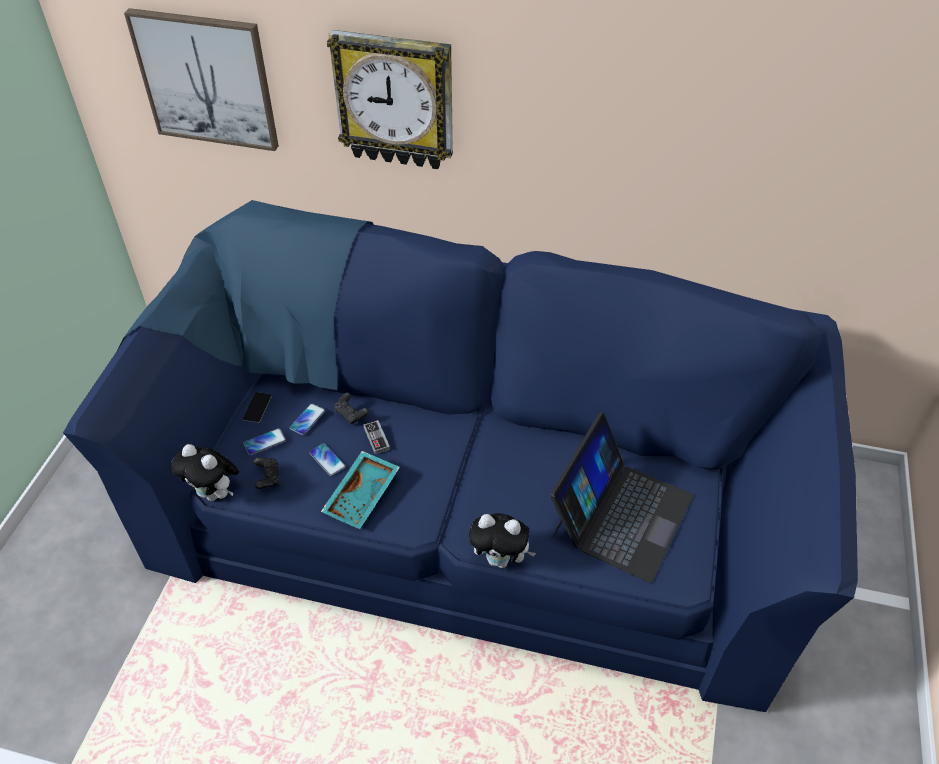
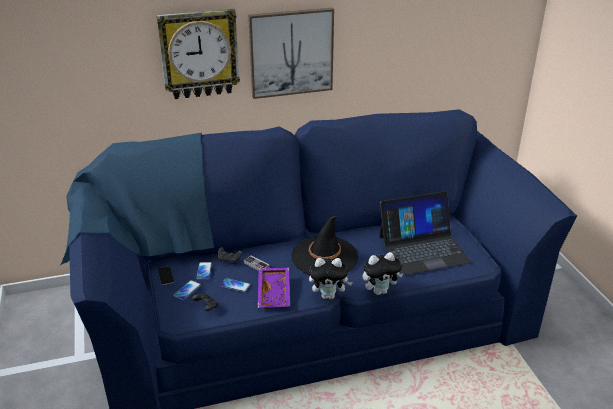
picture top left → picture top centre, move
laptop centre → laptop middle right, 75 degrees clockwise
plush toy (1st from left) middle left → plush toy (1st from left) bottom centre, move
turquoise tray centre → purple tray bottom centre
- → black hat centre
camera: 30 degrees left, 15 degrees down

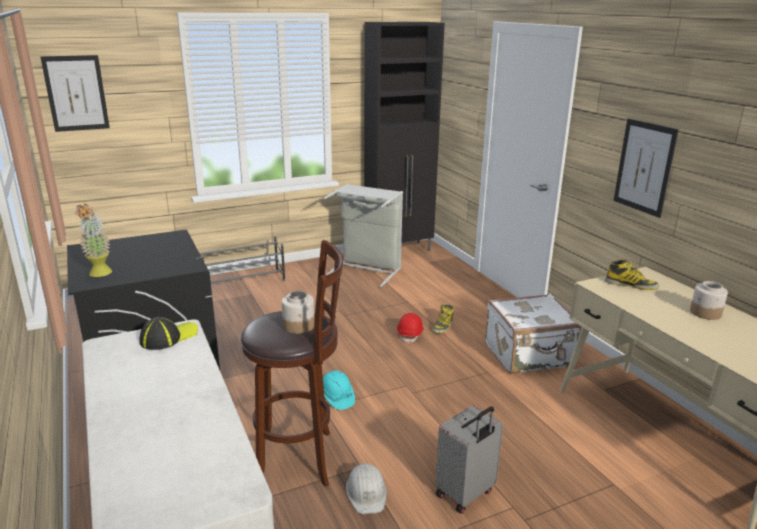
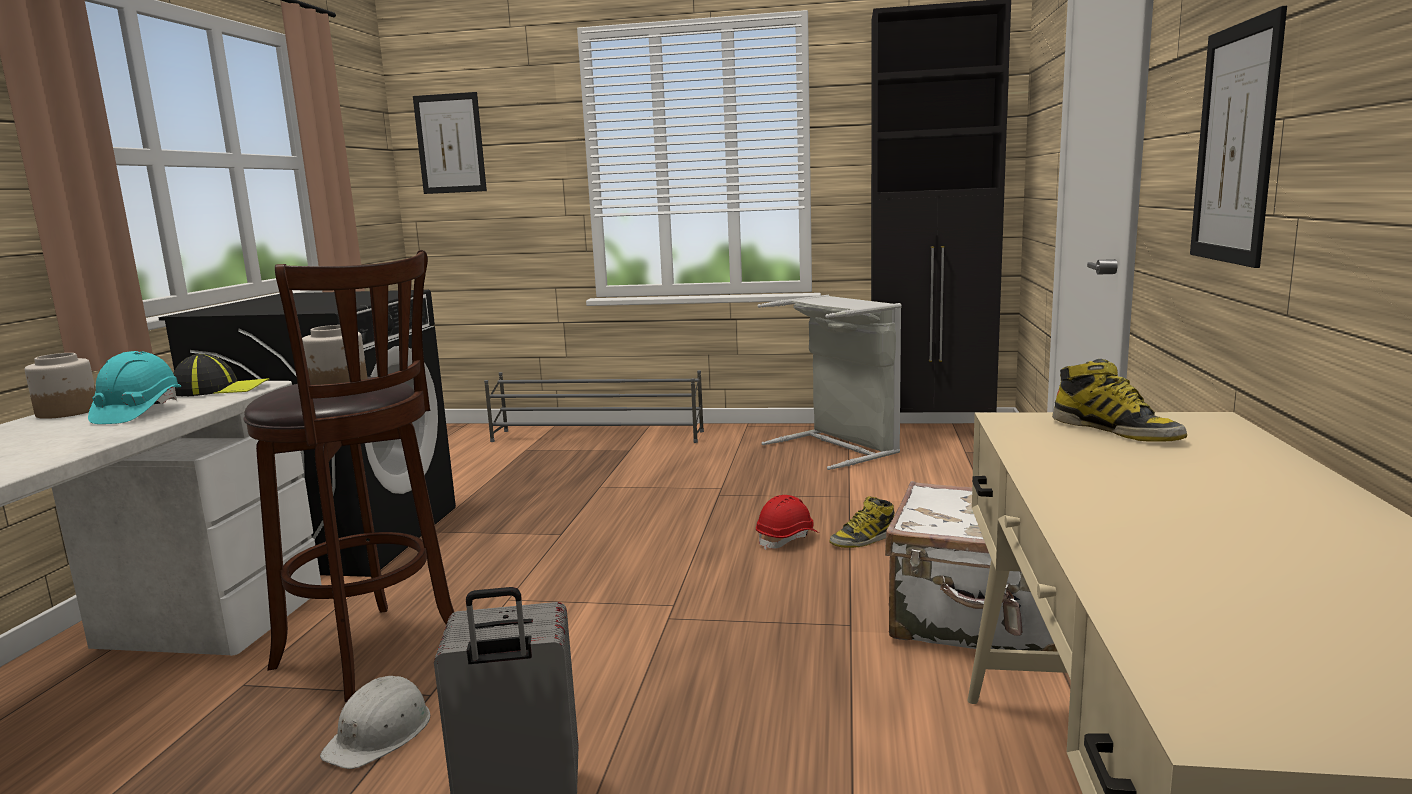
potted plant middle left → -
jar (2nd from left in the first image) middle right → jar (1st from left) middle left, move
turquoise hard hat bottom centre → turquoise hard hat middle left, move
camera: 35 degrees right, 10 degrees down

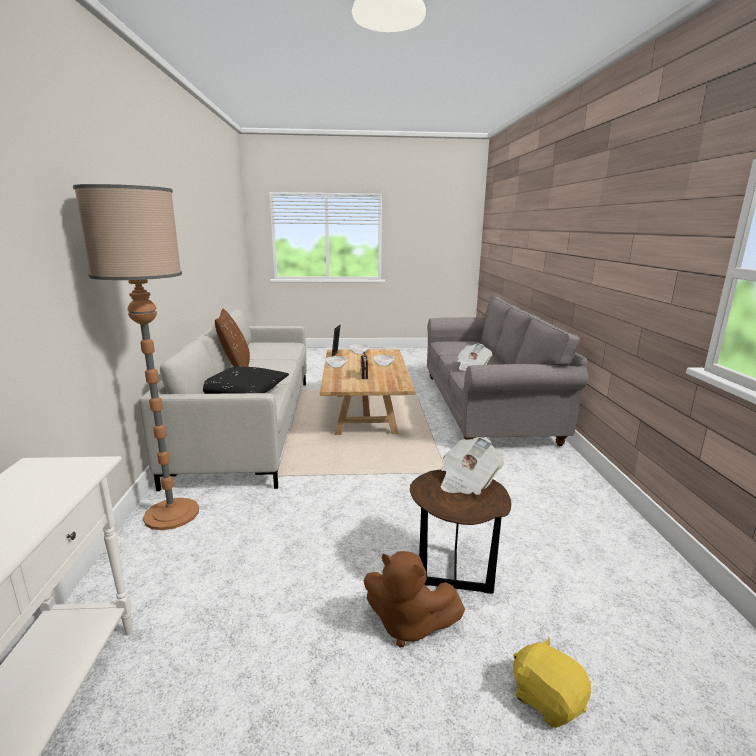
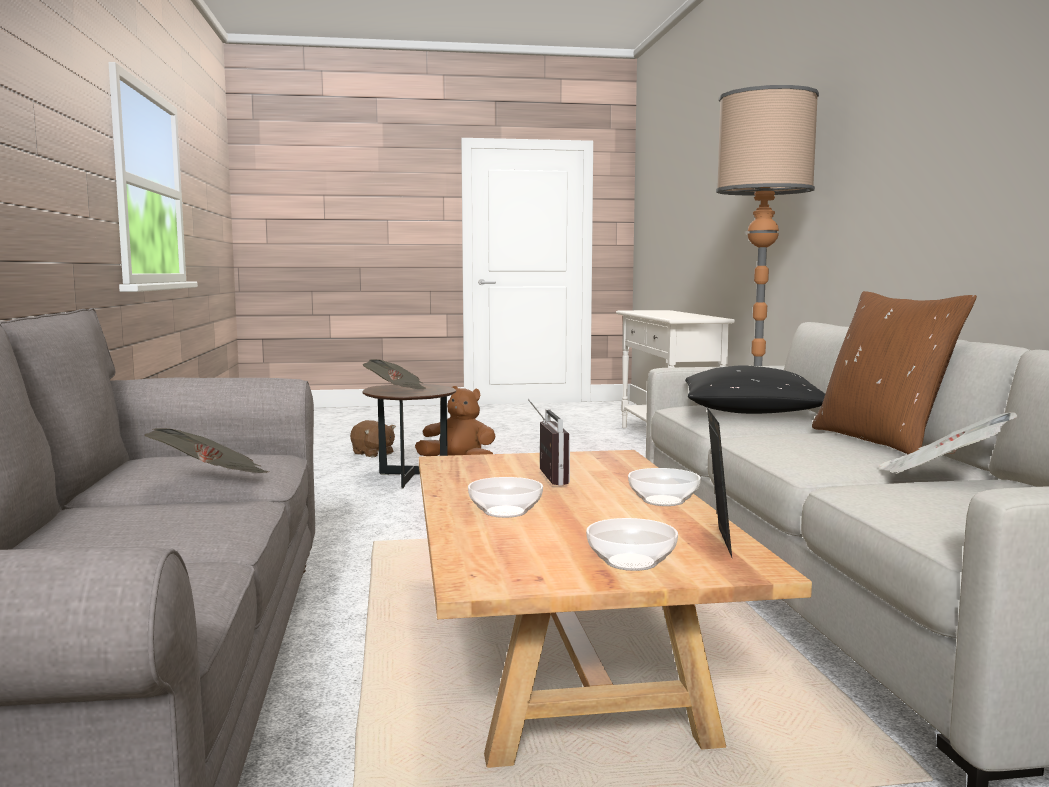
yellow plush toy bottom right → brown plush toy (1st from left) centre
- → newspaper (3rd from left) middle right
camera: 175 degrees right, 10 degrees down

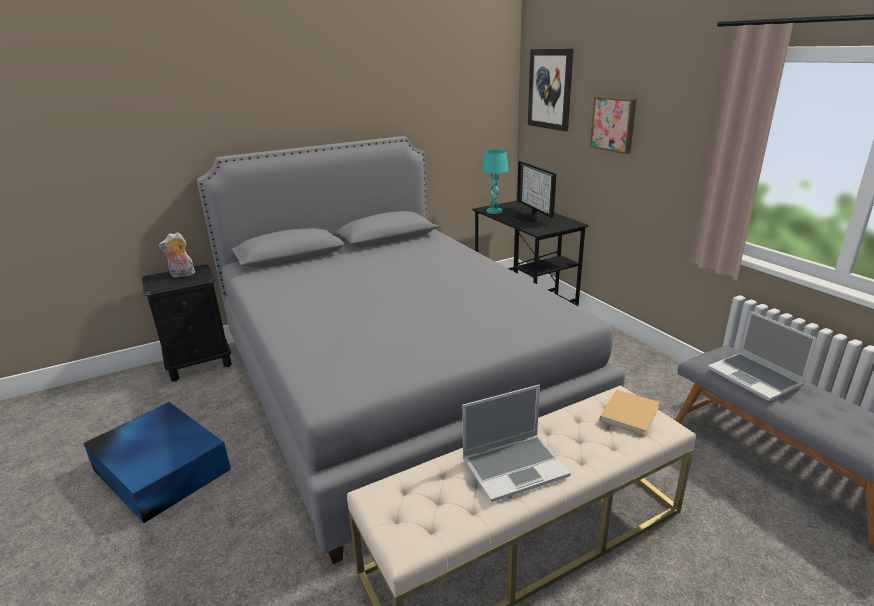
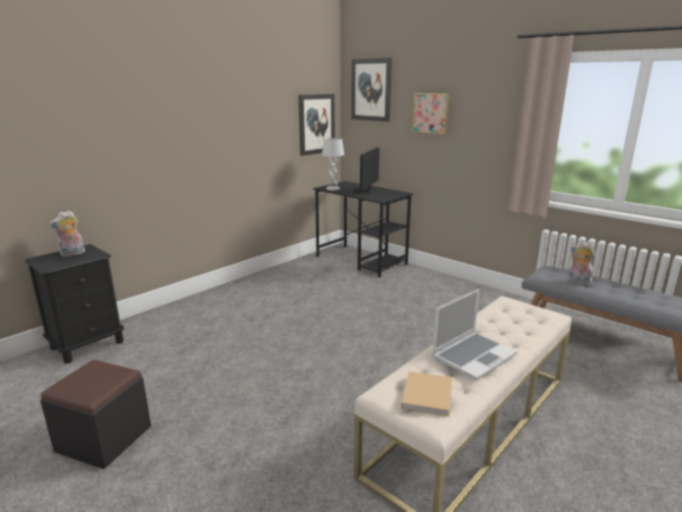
grey bed centre → -
turquoise table lamp top centre → white table lamp top centre
monitor top centre, 60 degrees clockwise
laptop (2nd from left) middle right → plush toy (2nd from left) middle right
beige book bottom right → beige book bottom centre, move
blue storage box bottom left → black ottoman bottom left
- → picture (1st from left) top centre
camera: 20 degrees left, 5 degrees down

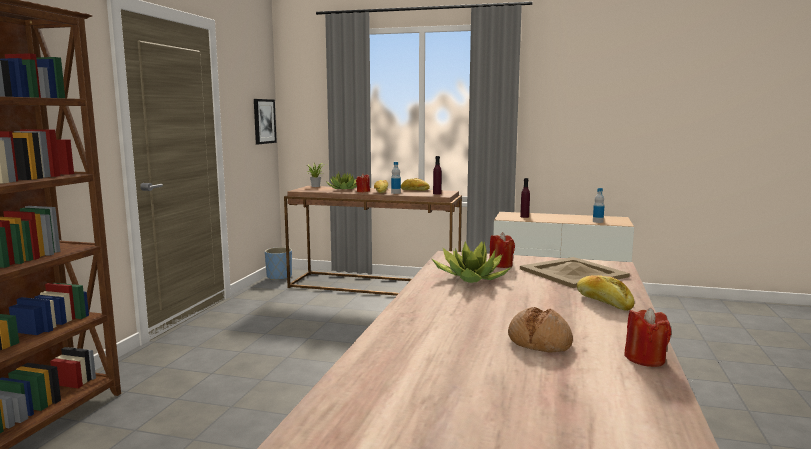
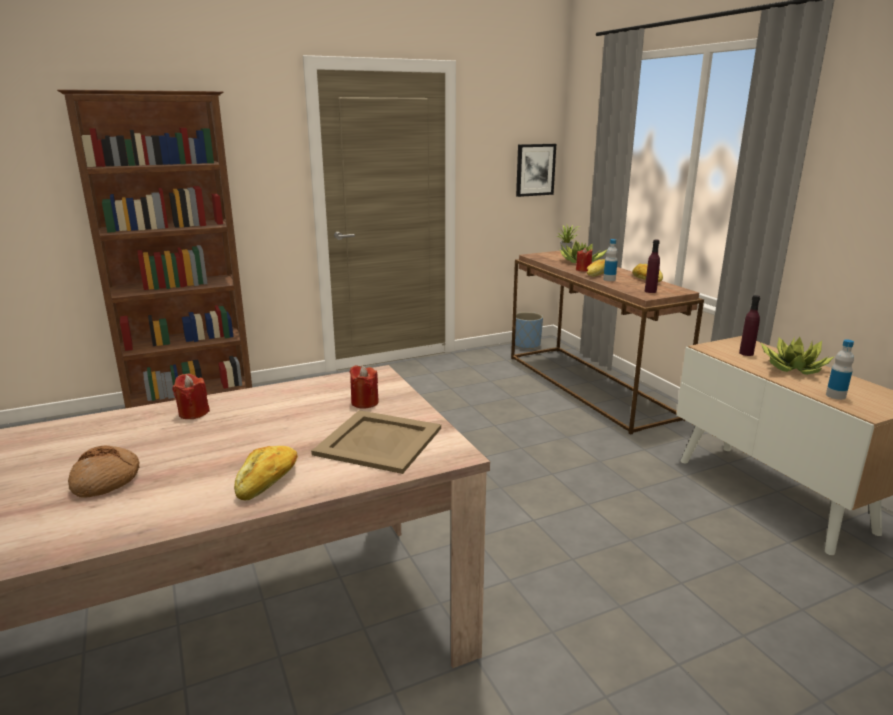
potted plant (3rd from left) centre → potted plant (3rd from left) middle right, move
red candle (3rd from left in the first image) bottom right → red candle (1st from left) middle left, move
camera: 50 degrees right, 10 degrees up

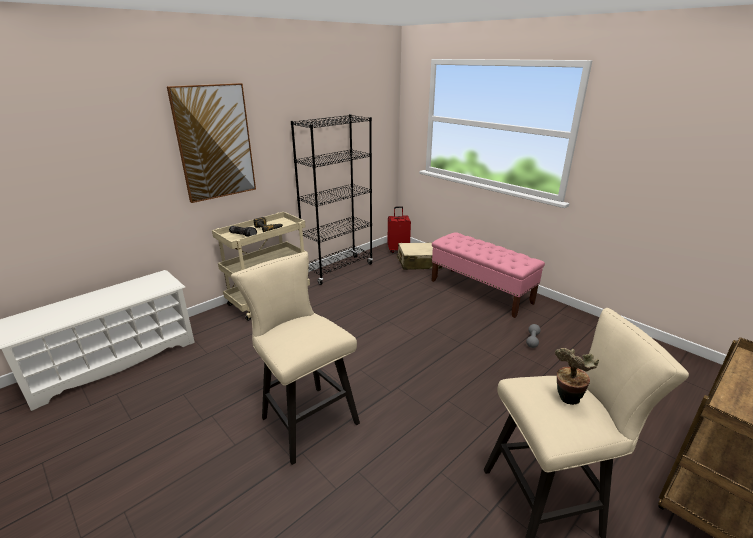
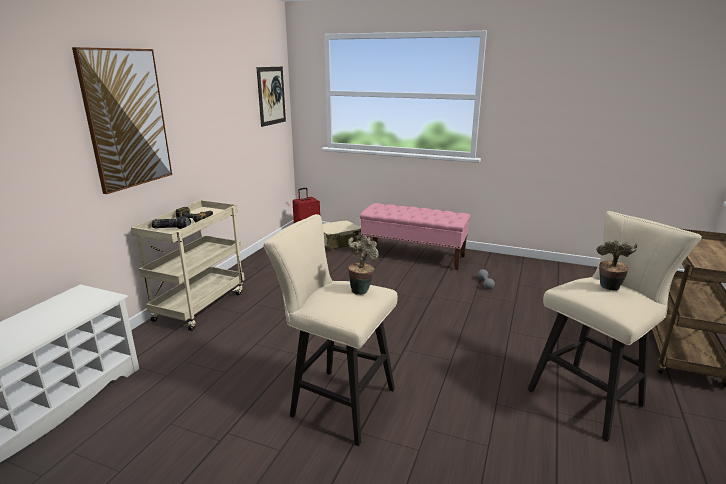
black bookcase centre → -
- → picture (2nd from left) top centre
- → potted plant (1st from left) centre
camera: 25 degrees left, 5 degrees down

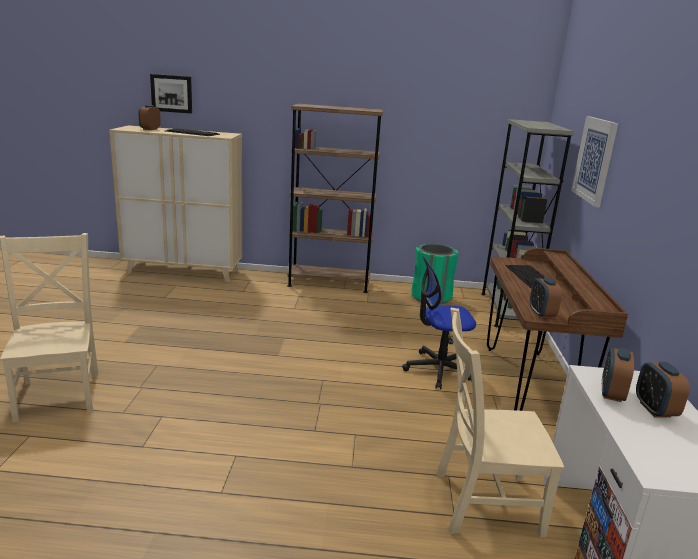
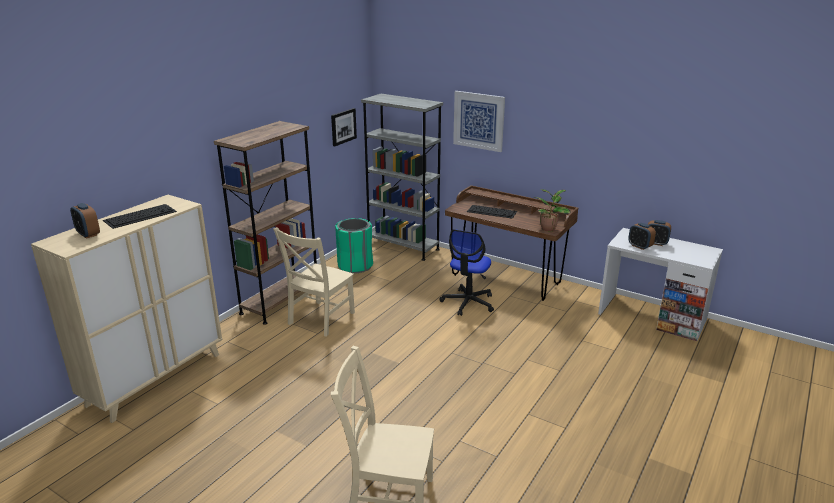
picture (1st from left) top left → picture (1st from left) top centre, move
alarm clock (2nd from left) middle right → potted plant centre
beige chair (2nd from left in the first image) bottom right → beige chair (1st from left) centre, move
camera: 60 degrees left, 5 degrees up

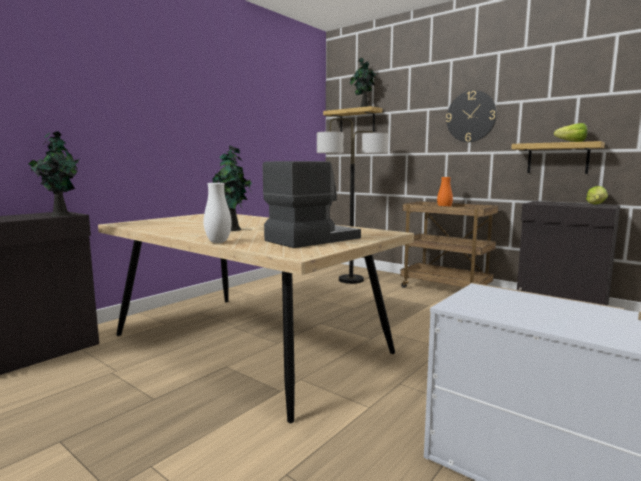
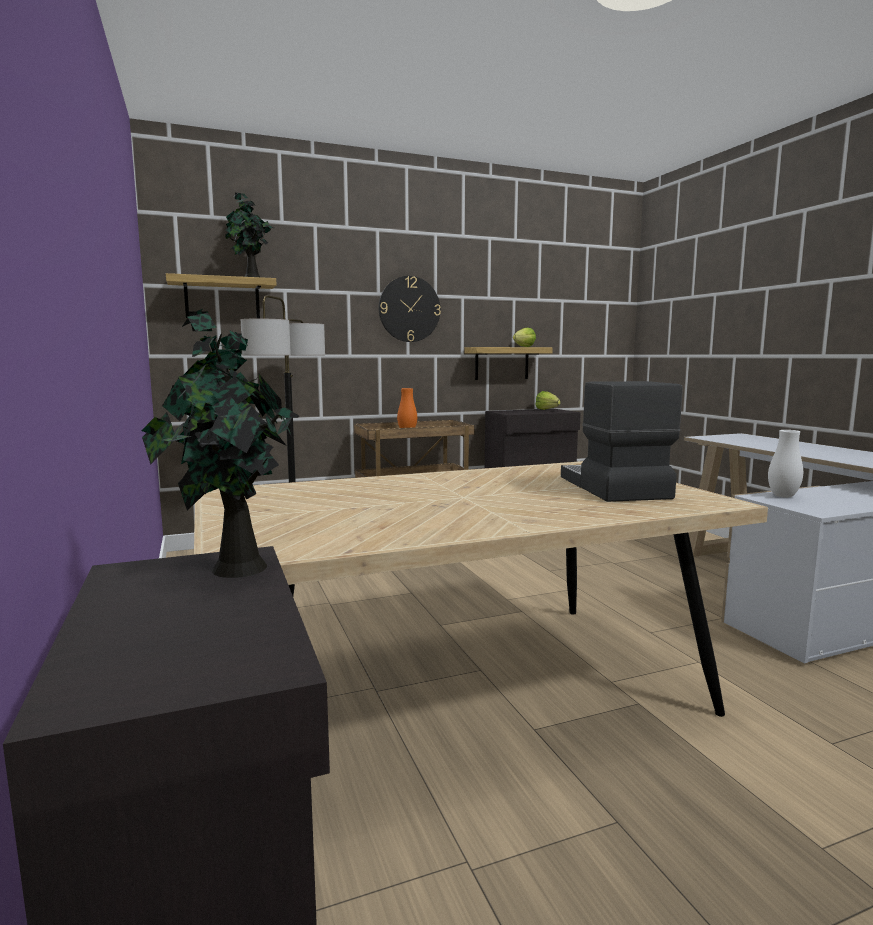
potted plant (2nd from left) centre → -
white vase centre → white vase middle right, move
camera: 60 degrees left, 0 degrees up

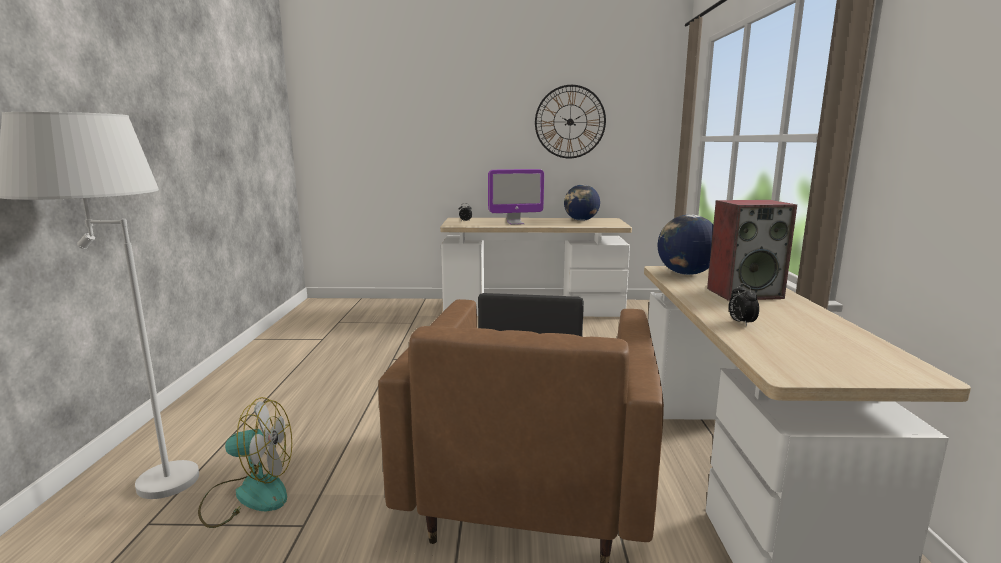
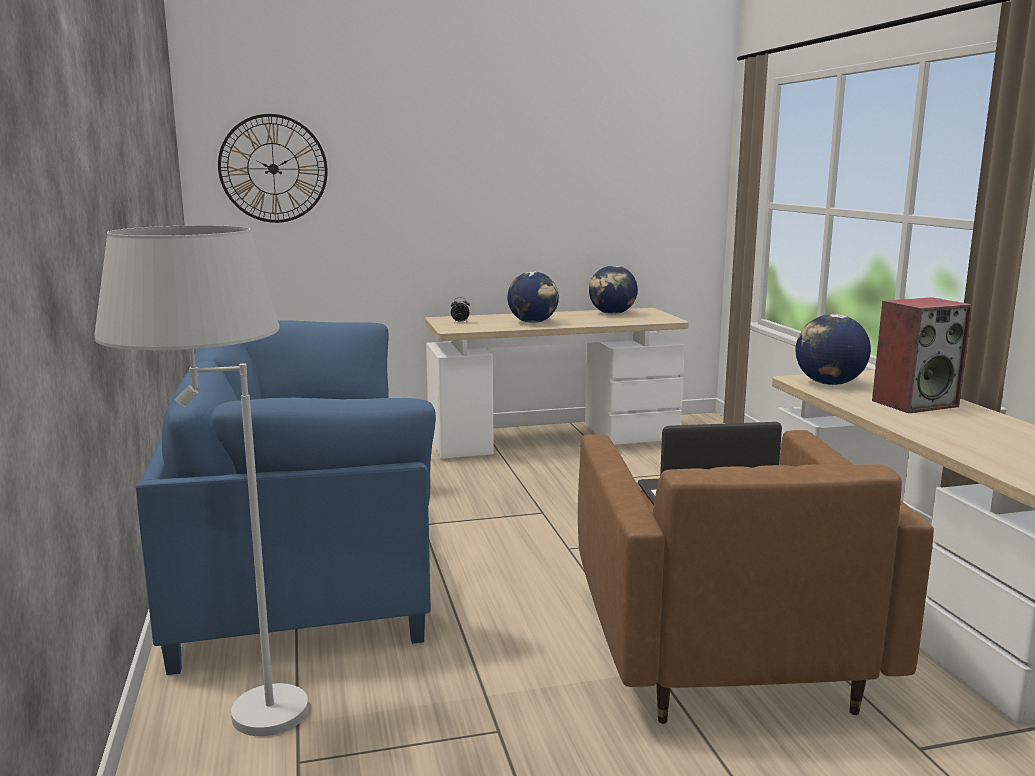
wall clock top centre → wall clock top left, move
monitor centre → globe (1st from left) centre
alarm clock (2nd from left) middle right → -
fan bottom left → -
- → blue sofa middle left
camera: 15 degrees left, 0 degrees up

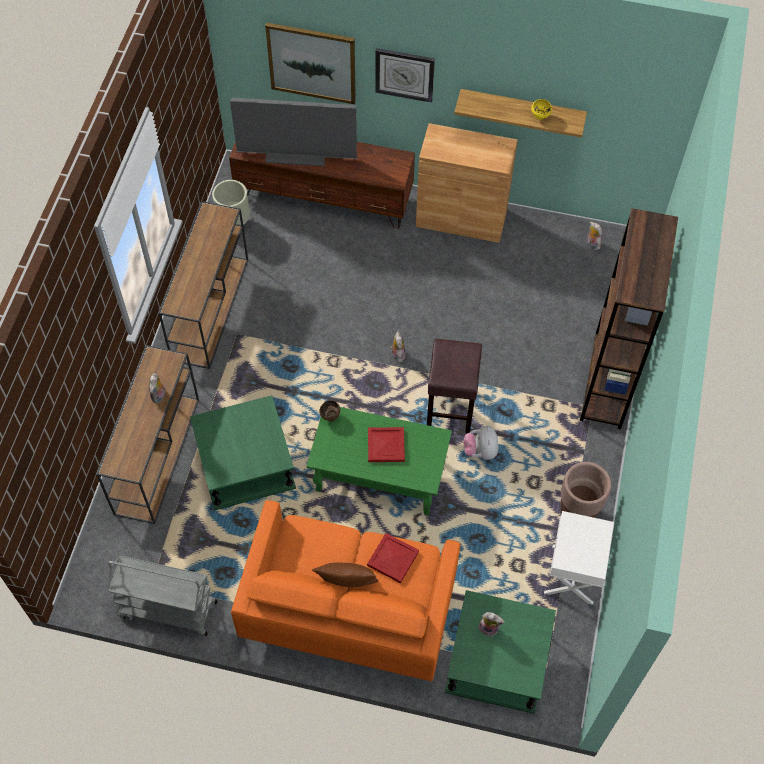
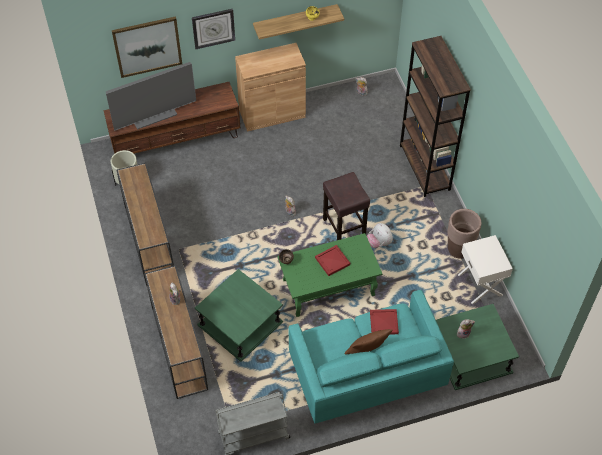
orange sofa bottom centre → turquoise sofa bottom centre
camera: 30 degrees left, 5 degrees down

